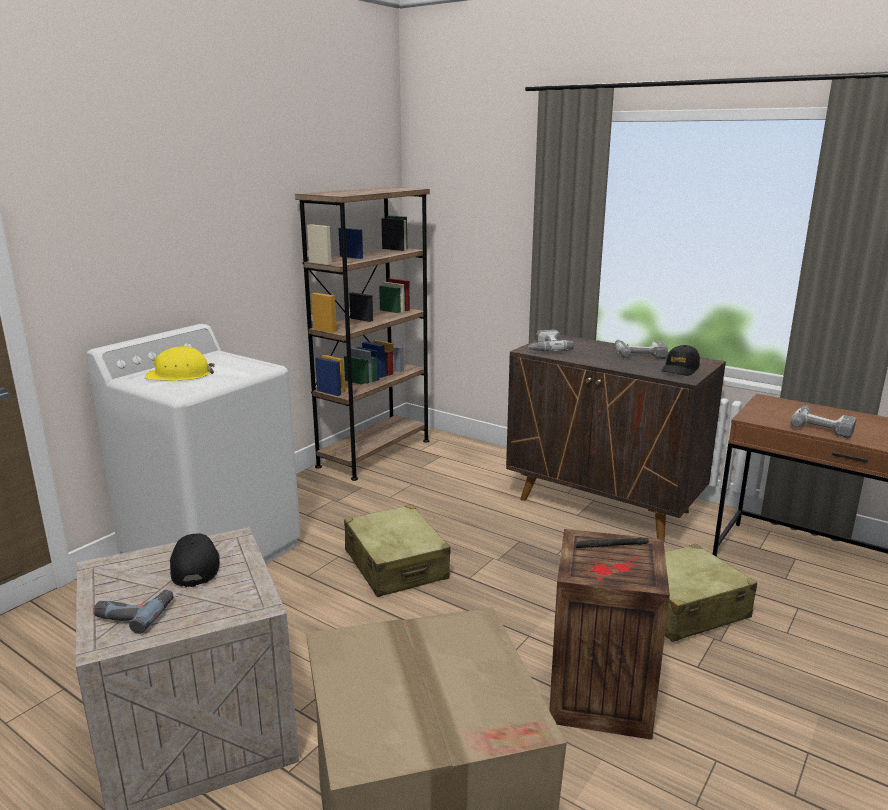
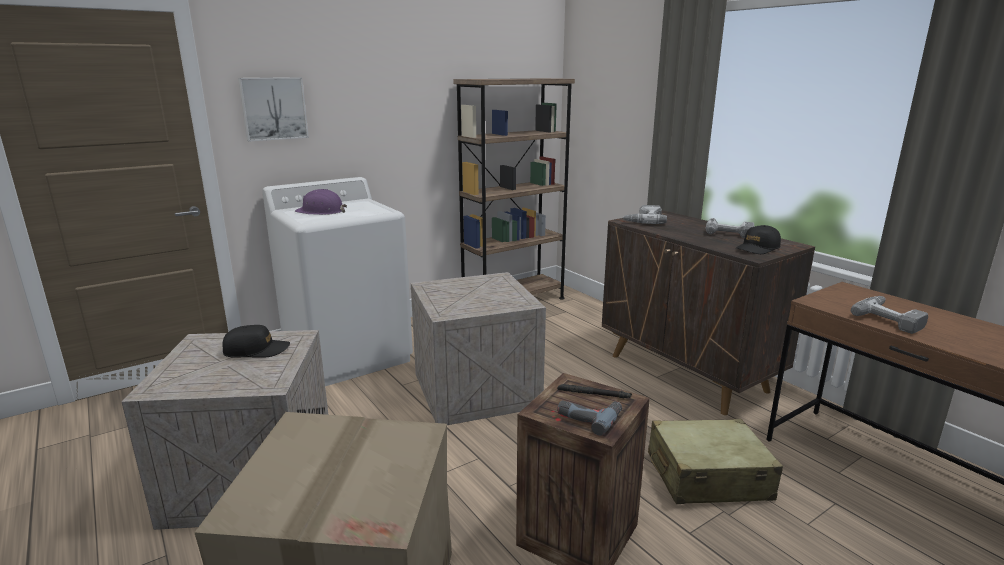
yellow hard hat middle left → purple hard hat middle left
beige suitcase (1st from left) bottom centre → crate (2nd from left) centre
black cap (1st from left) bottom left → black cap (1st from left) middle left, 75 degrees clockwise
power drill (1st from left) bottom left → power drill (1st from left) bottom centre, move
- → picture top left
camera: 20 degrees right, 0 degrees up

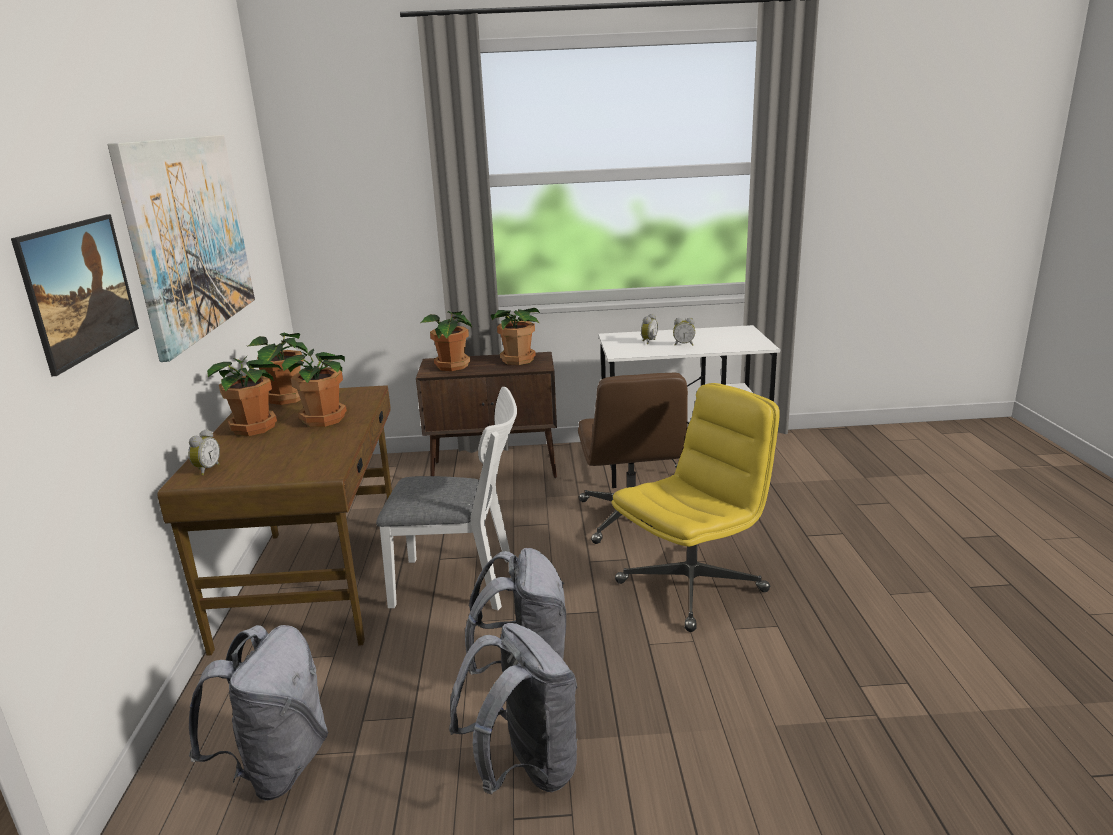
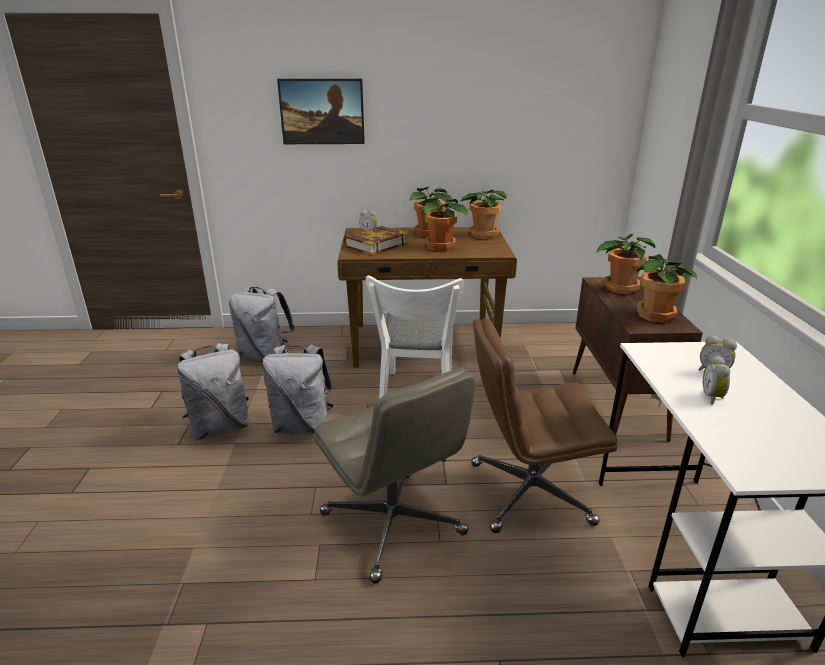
picture (2nd from left) top left → -
yellow office chair centre → grey office chair bottom centre
- → book centre
camera: 90 degrees right, 5 degrees up

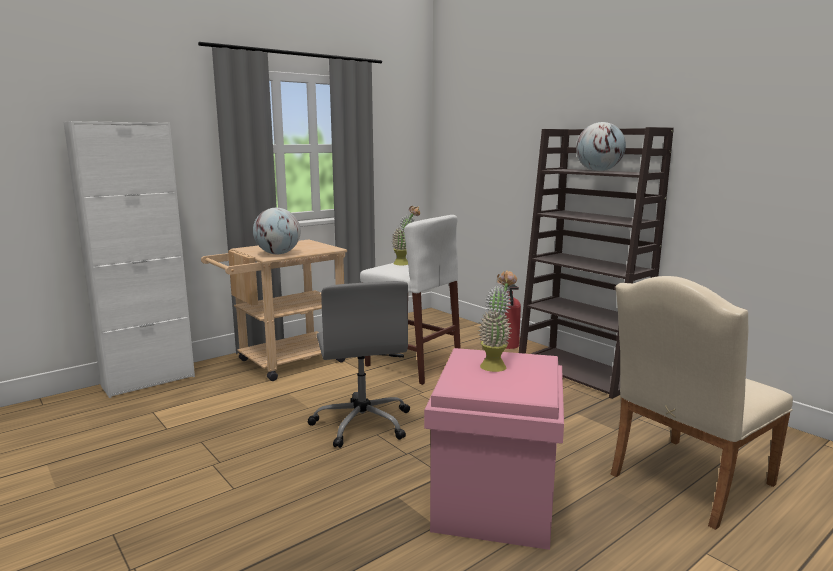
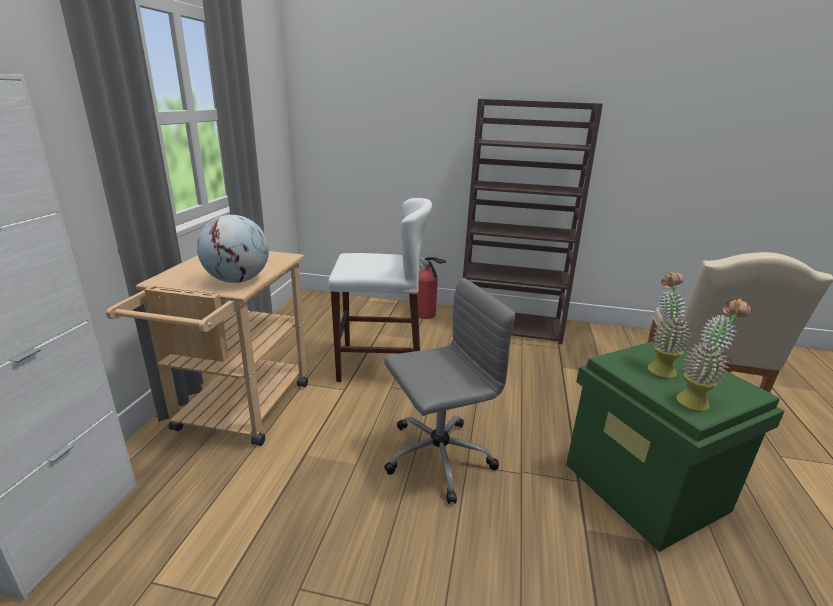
globe (2nd from left) top right → -
potted plant (1st from left in the first image) centre → potted plant (2nd from left) middle right, move
grey office chair centre, 60 degrees counterclockwise
pink storage box bottom centre → green storage box bottom right
camera: 40 degrees left, 10 degrees up

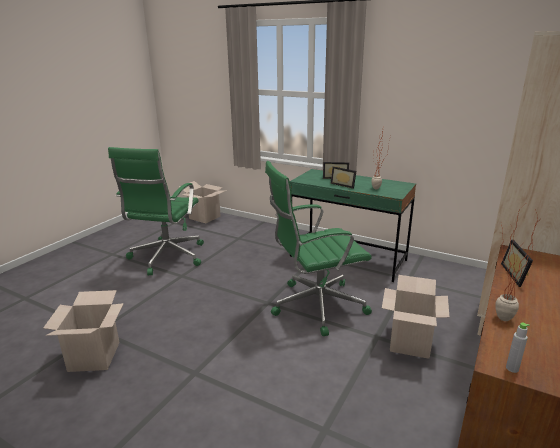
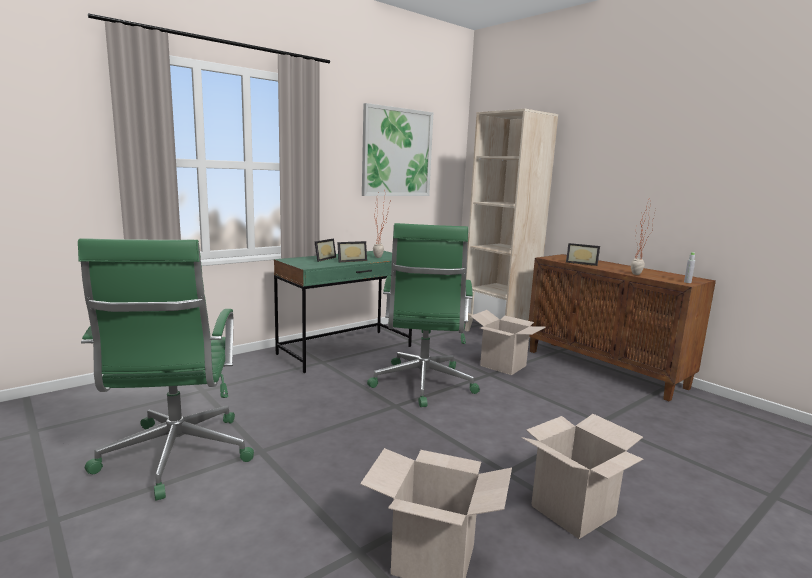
green office chair (1st from left) middle left, 45 degrees clockwise
cardboard box (2nd from left in the first image) centre → cardboard box (3rd from left) bottom right, move
- → picture top centre
camera: 70 degrees left, 10 degrees down

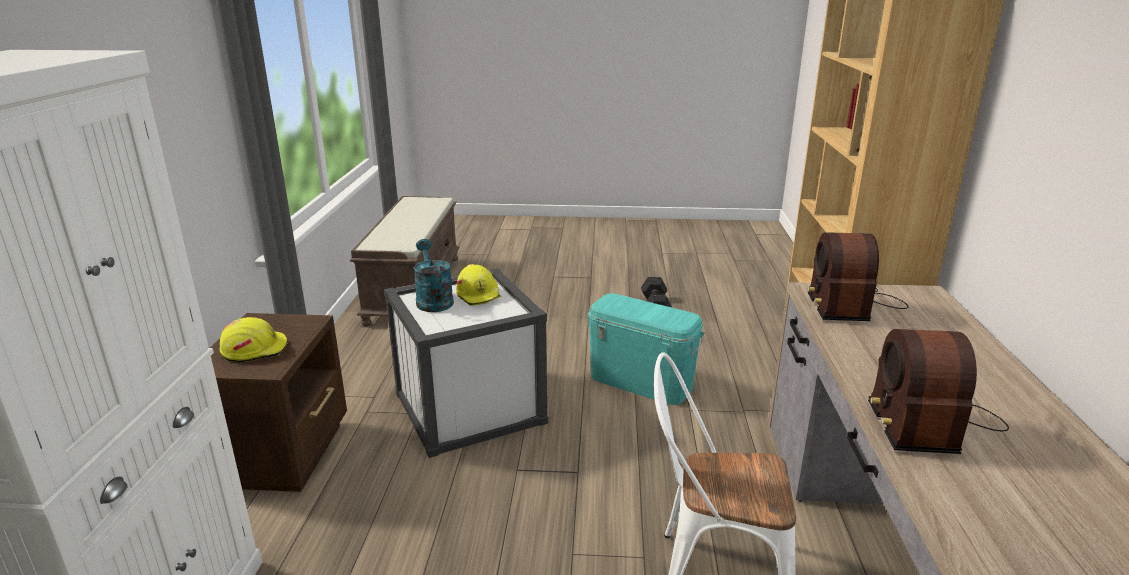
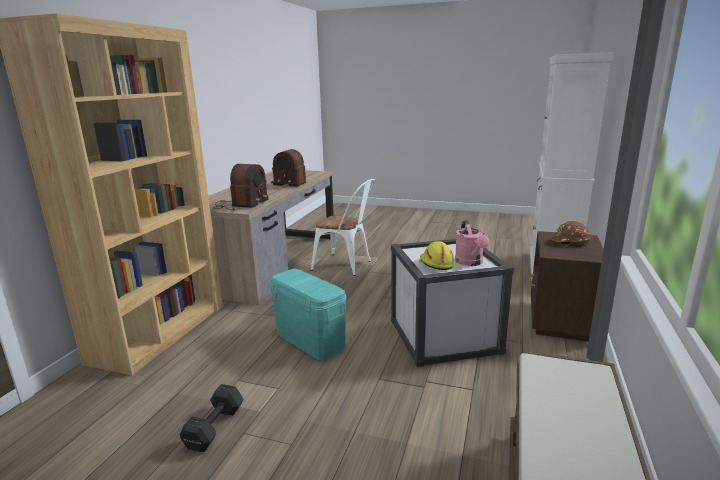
turquoise watering can centre → pink watering can centre
yellow hard hat (1st from left) middle left → brown hard hat middle right
radio (2nd from left) bottom right → radio (2nd from left) centre, 90 degrees clockwise
camera: 165 degrees left, 5 degrees down

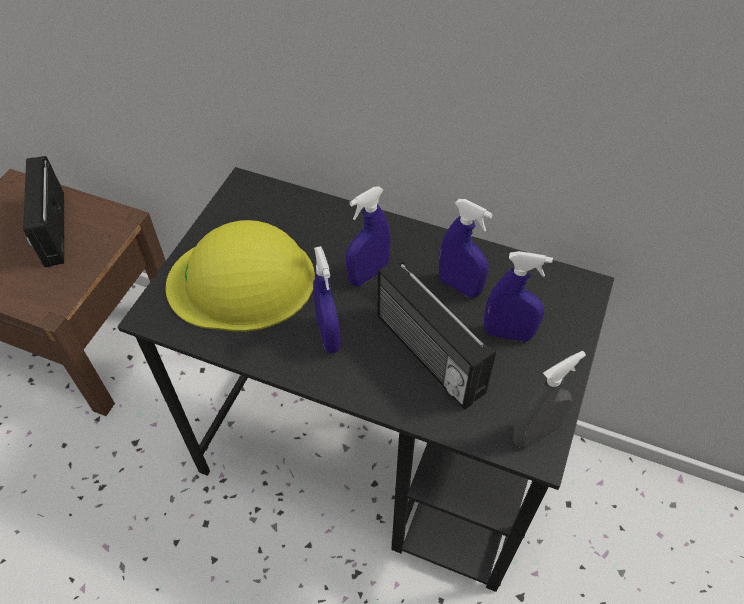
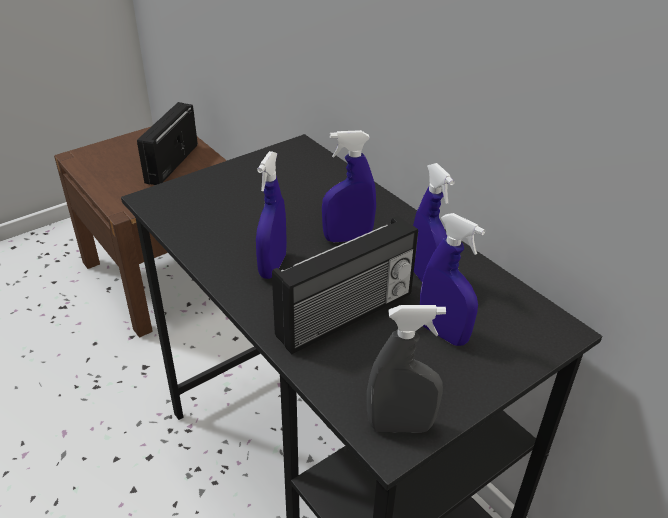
yellow hard hat middle left → -
radio (2nd from left) centre, 120 degrees counterclockwise
camera: 30 degrees right, 15 degrees down

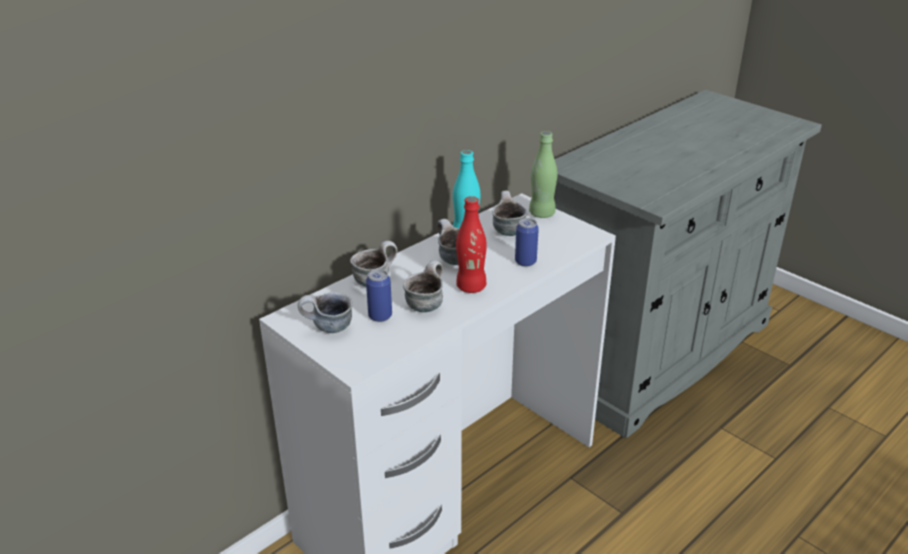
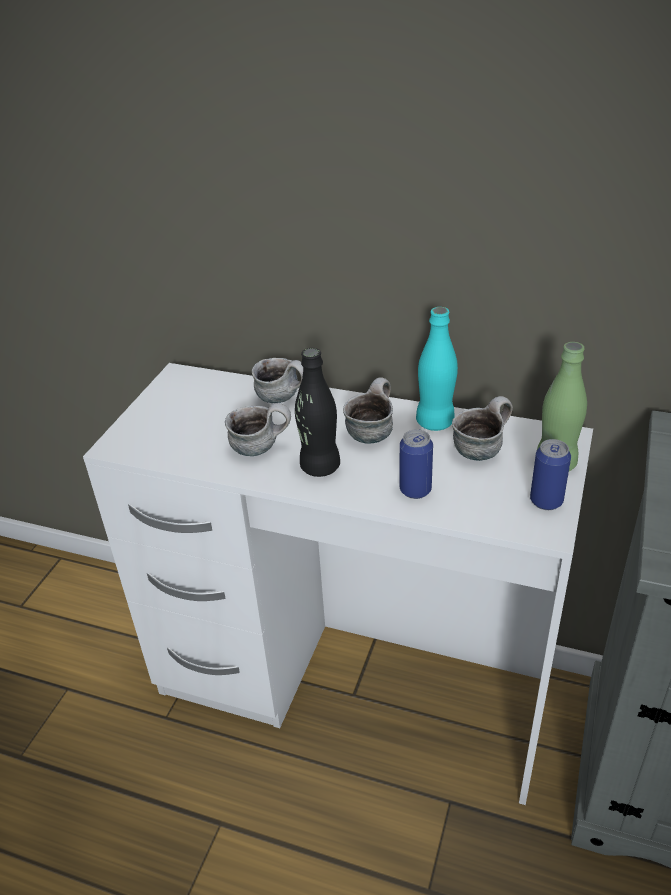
red bottle centre → black bottle centre
can (1st from left in the first image) centre → can (2nd from left) middle right, move
mug (1st from left) centre → -
camera: 65 degrees right, 5 degrees up

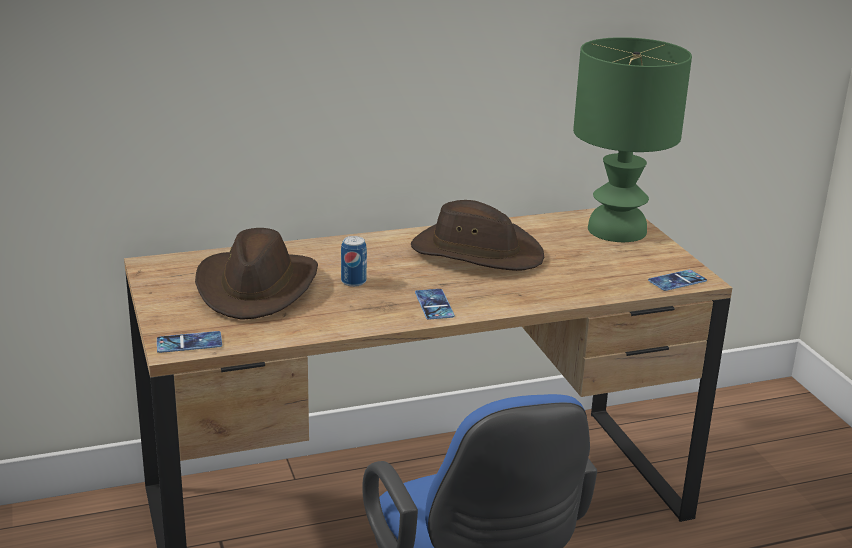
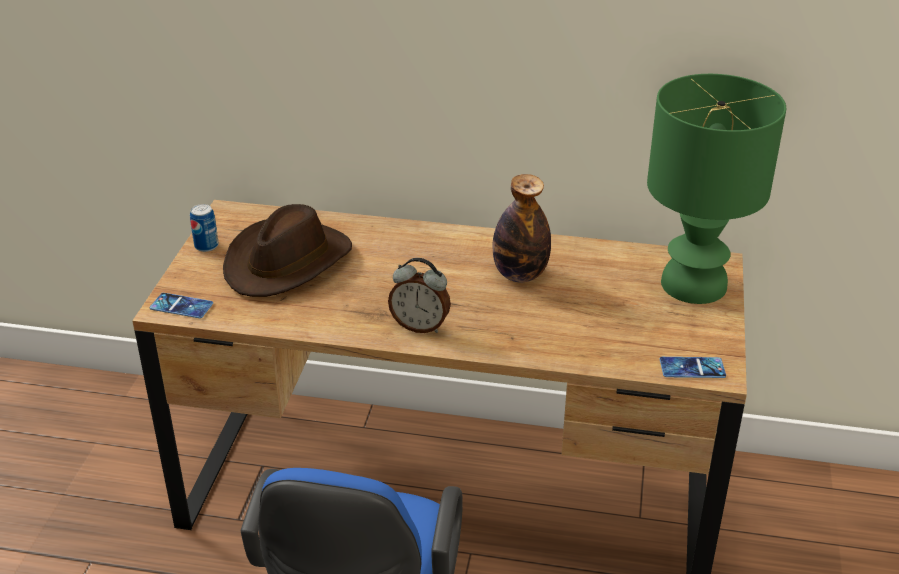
brown hat (2nd from left) centre → bottle centre
can centre → can middle left, move
phone (2nd from left) centre → alarm clock centre
camera: 30 degrees right, 10 degrees up

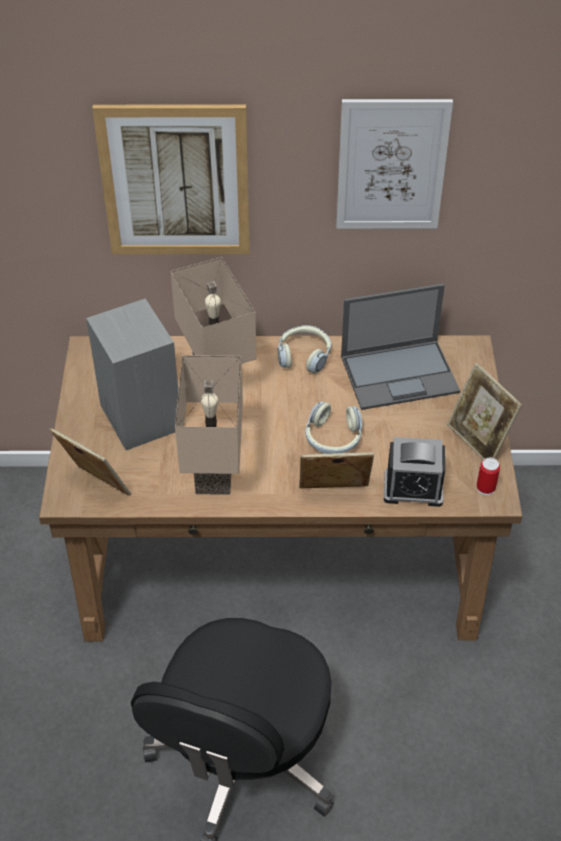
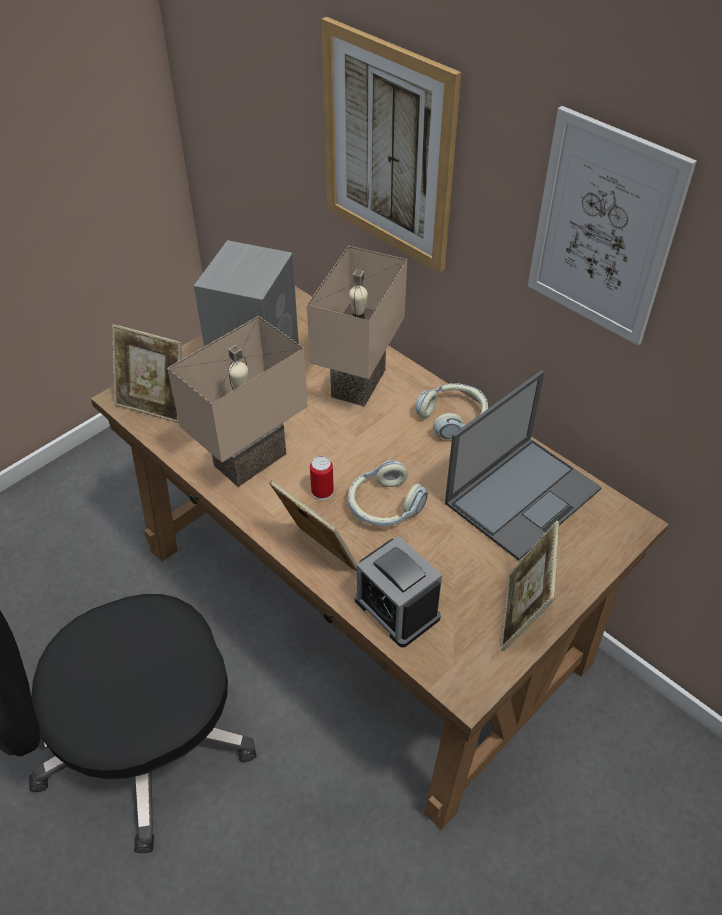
laptop middle right, 75 degrees counterclockwise
picture frame (1st from left) middle left, 120 degrees clockwise
can middle right → can centre, move
camera: 45 degrees right, 0 degrees up

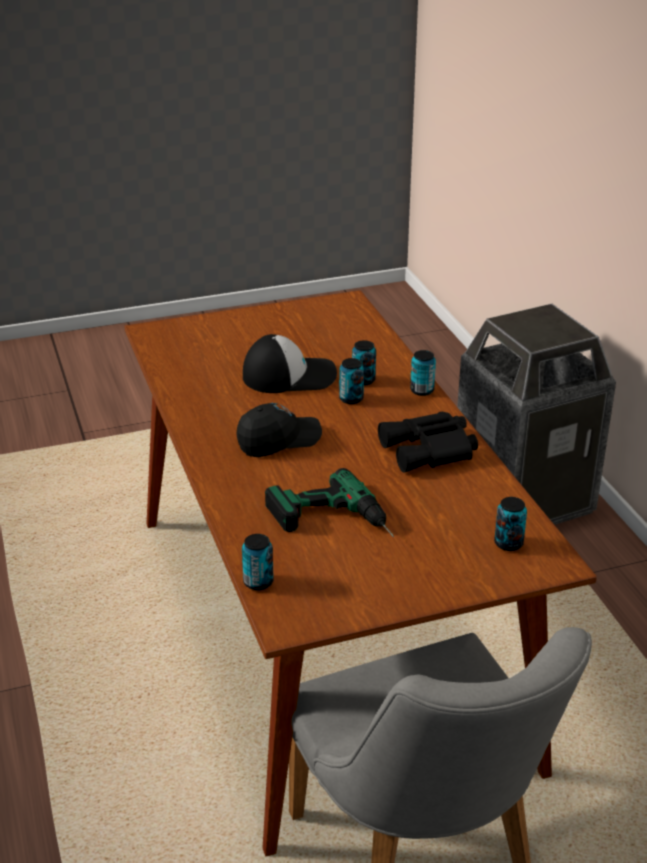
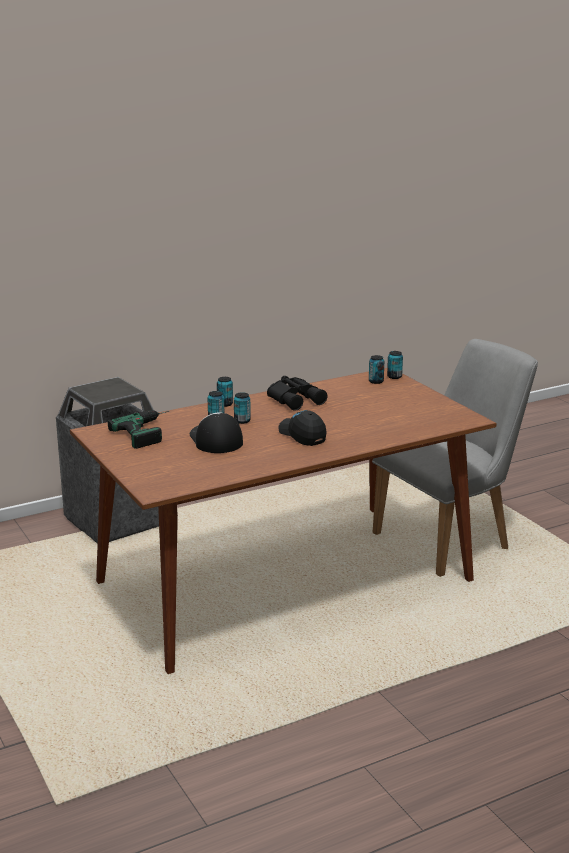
power drill centre → power drill middle left, move
can (1st from left in the first image) centre → can (5th from left) middle right, move
camera: 100 degrees left, 10 degrees down

